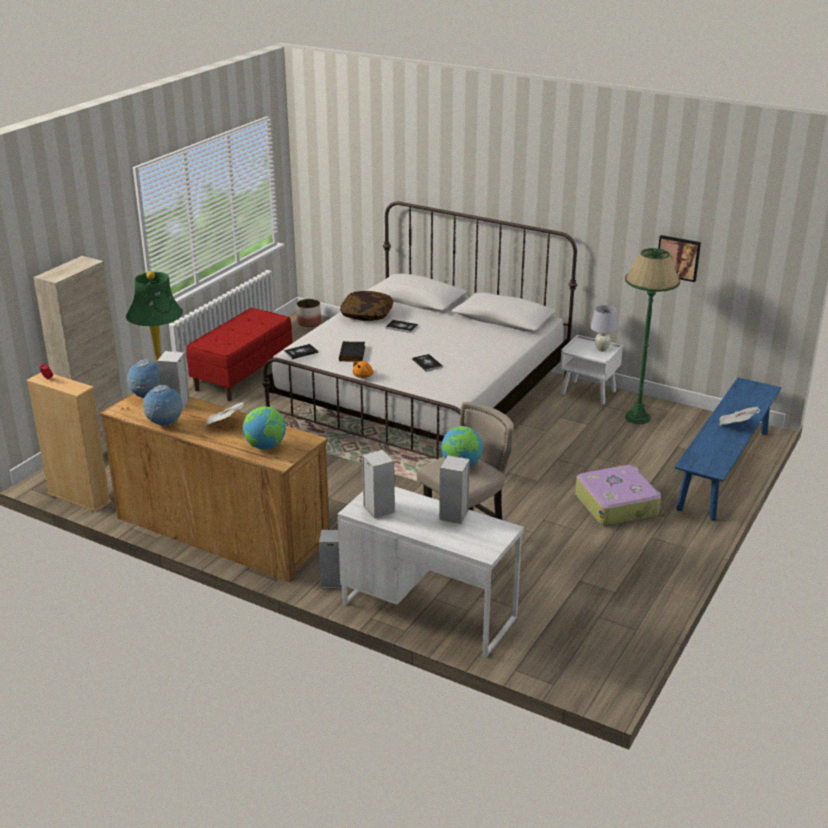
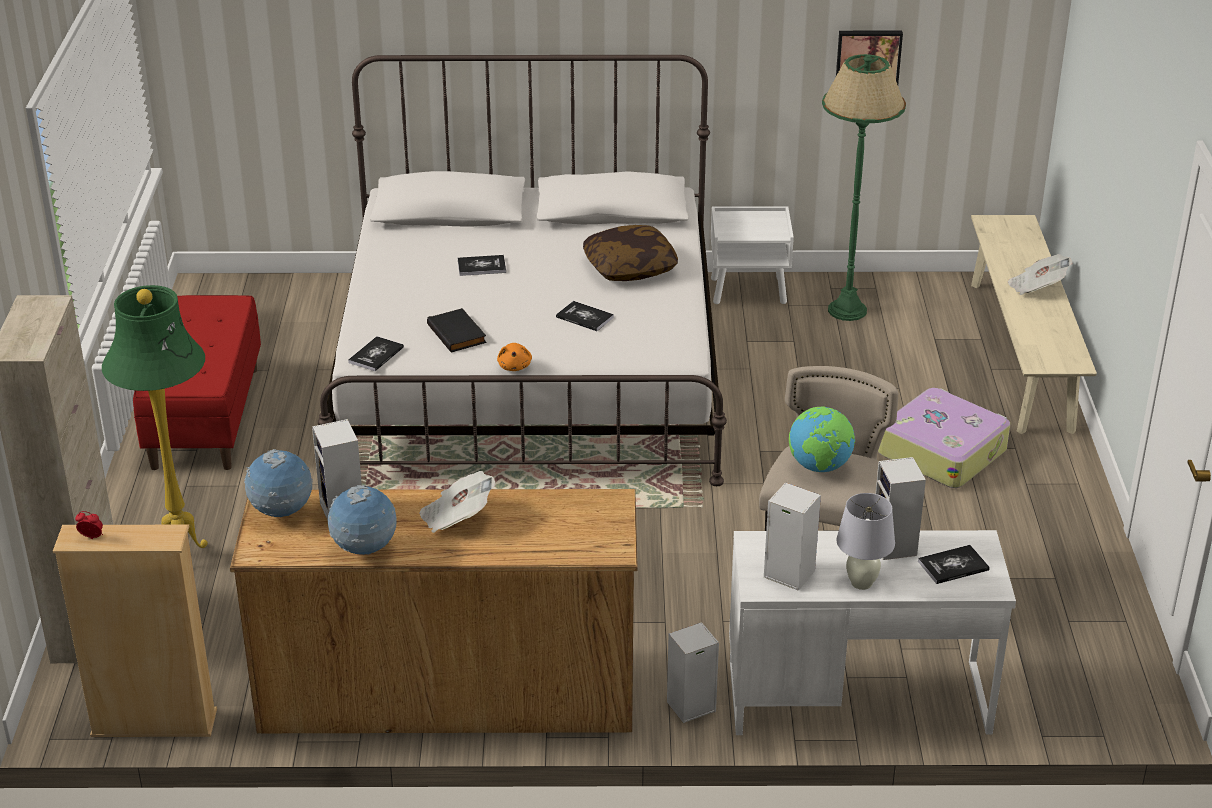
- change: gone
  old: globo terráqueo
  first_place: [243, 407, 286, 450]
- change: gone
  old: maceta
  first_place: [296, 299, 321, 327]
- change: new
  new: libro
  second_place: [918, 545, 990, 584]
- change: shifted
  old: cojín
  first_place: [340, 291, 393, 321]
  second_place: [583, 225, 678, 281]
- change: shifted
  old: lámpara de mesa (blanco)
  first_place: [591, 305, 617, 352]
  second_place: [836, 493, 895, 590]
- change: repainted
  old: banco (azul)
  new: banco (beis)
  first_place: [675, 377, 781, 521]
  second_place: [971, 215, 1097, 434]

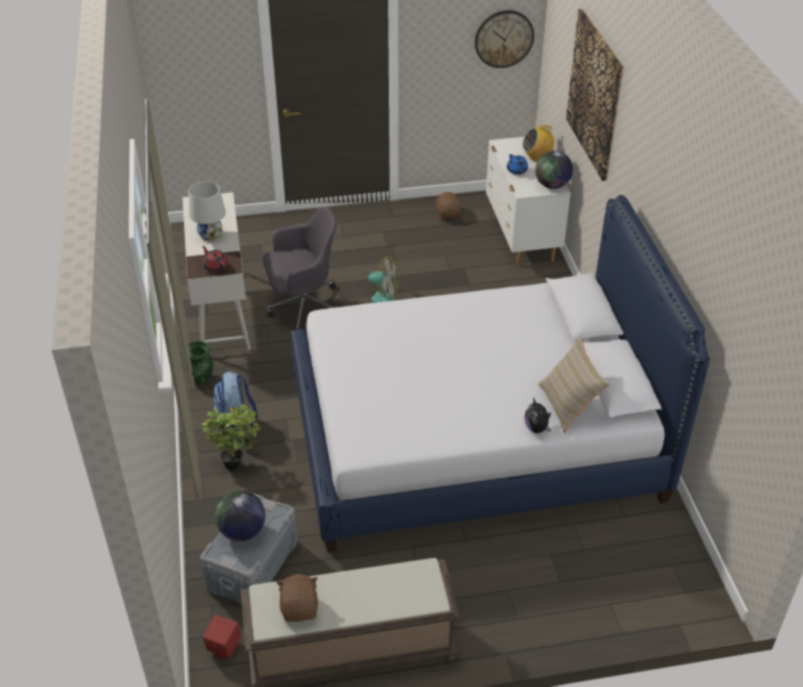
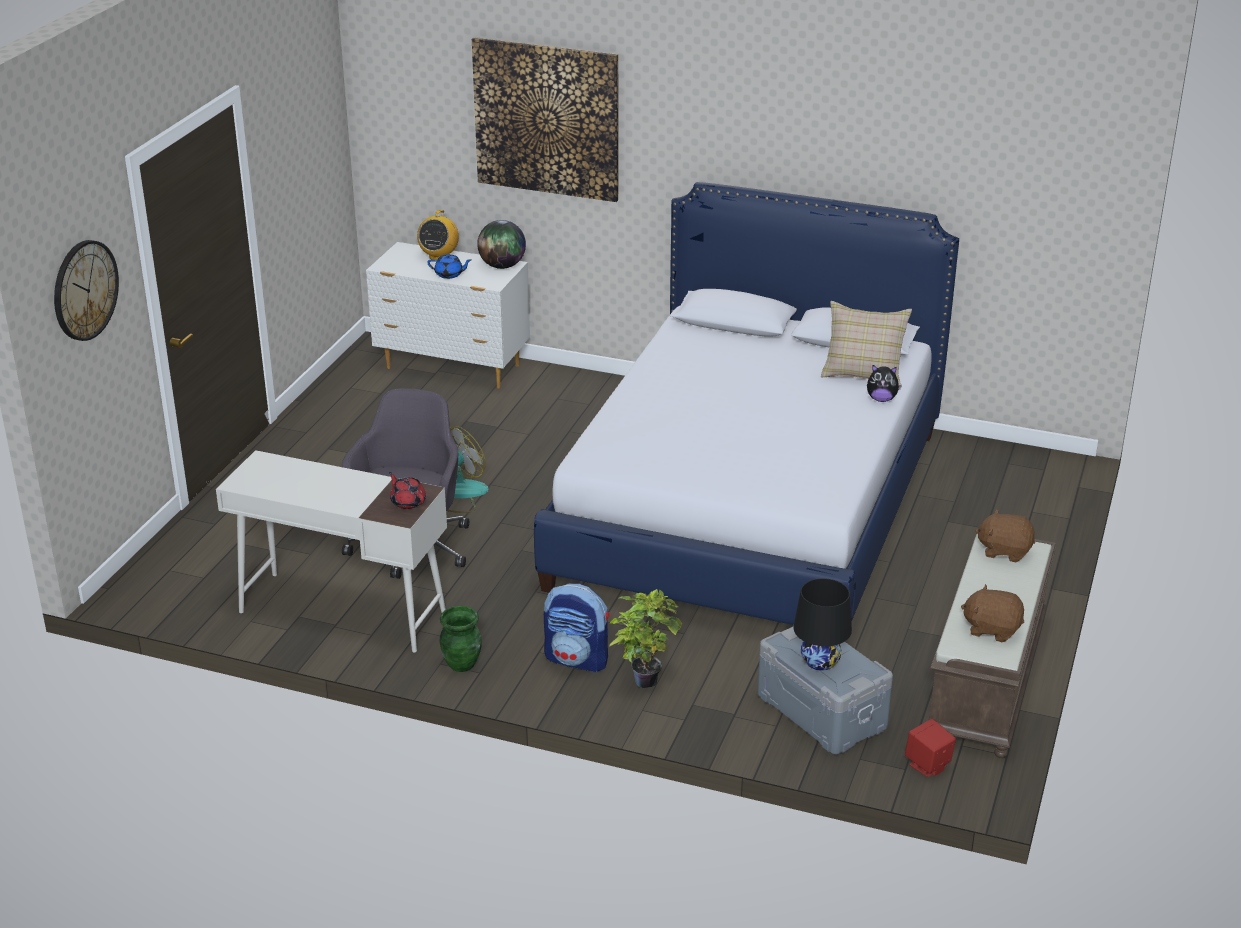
- change: gone
  old: lámpara de mesa (blanco)
  first_place: [189, 182, 226, 240]
- change: shifted
  old: peluche (marrón)
  first_place: [434, 192, 461, 220]
  second_place: [975, 509, 1035, 562]
- change: shifted
  old: reloj de pared
  first_place: [475, 10, 534, 68]
  second_place: [54, 240, 119, 341]
- change: swapped
  old: globo terráqueo
  new: lámpara de mesa (negro)
  first_place: [215, 491, 265, 541]
  second_place: [793, 578, 852, 671]
- change: rotated
  old: tetera (rojo)
  first_place: [203, 246, 228, 272]
  second_place: [389, 472, 426, 509]
  degrees: 60

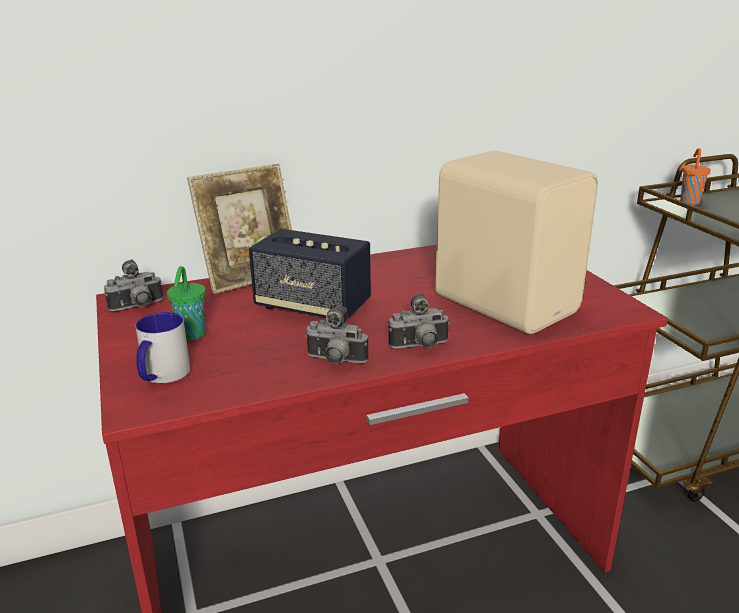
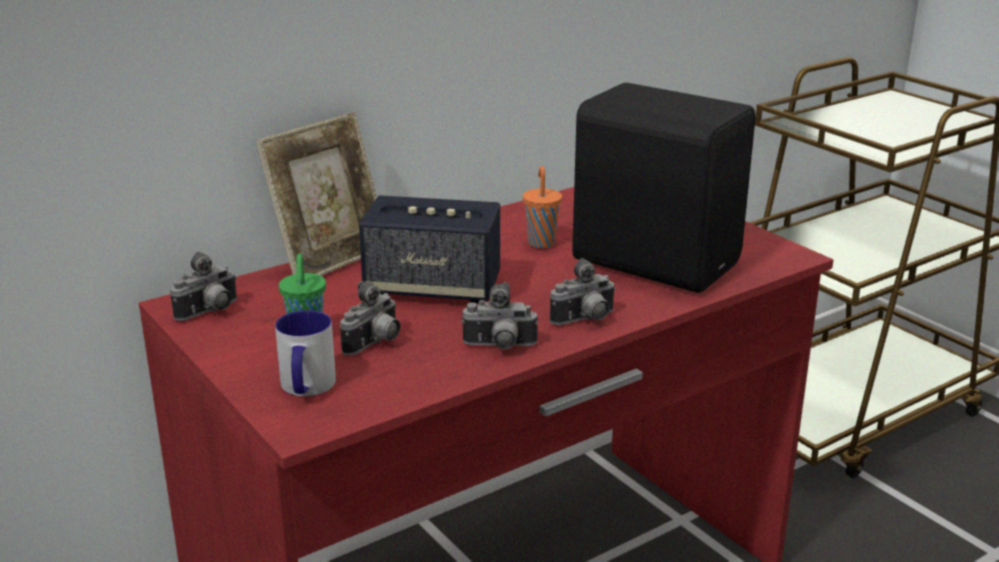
- change: new
  new: cámara
  second_place: [340, 281, 400, 355]
- change: shifted
  old: taza (naranja)
  first_place: [680, 148, 711, 205]
  second_place: [523, 166, 562, 248]
- change: repainted
  old: altavoz (beis)
  new: altavoz (negro)
  first_place: [435, 151, 598, 334]
  second_place: [572, 83, 755, 293]

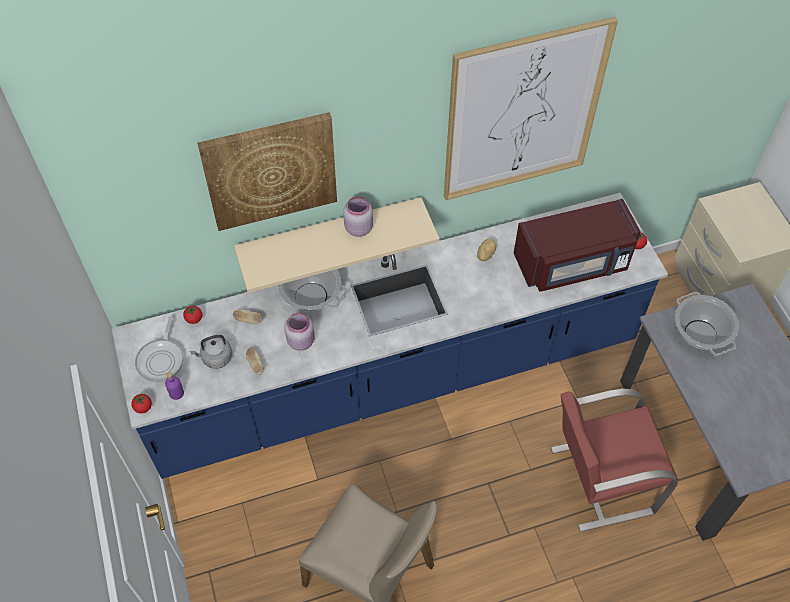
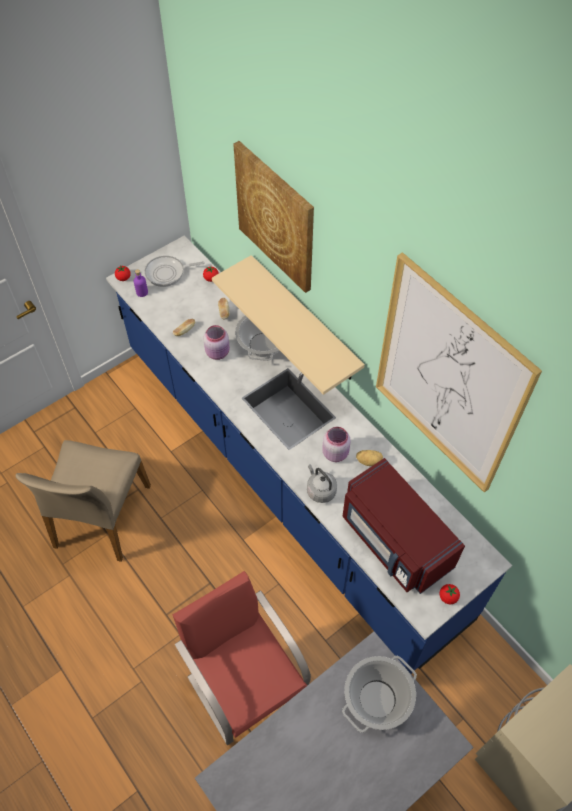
- change: shifted
  old: hervidor (gris)
  first_place: [190, 335, 232, 369]
  second_place: [307, 464, 337, 503]
- change: shifted
  old: tarro (rosa)
  first_place: [343, 196, 373, 237]
  second_place: [322, 427, 351, 462]

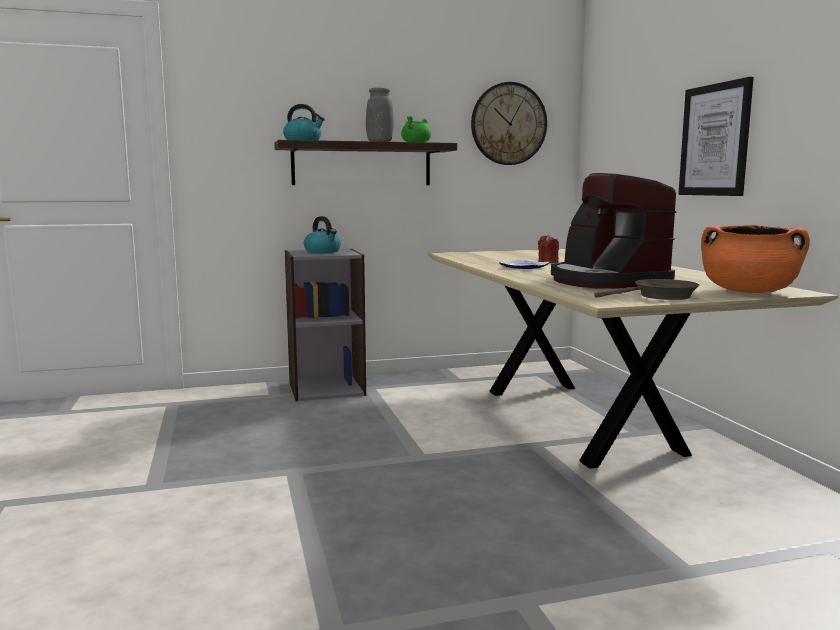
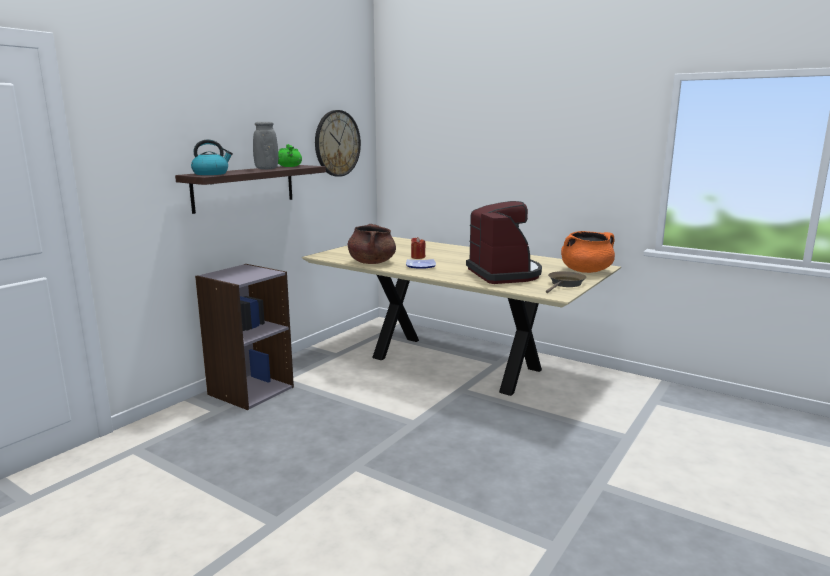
- change: gone
  old: hervidor
  first_place: [304, 216, 341, 253]
- change: gone
  old: cuadro
  first_place: [678, 77, 754, 196]
- change: new
  new: olla (marrón)
  second_place: [348, 224, 396, 264]
- change: rotated
  old: cafetera
  first_place: [551, 173, 676, 289]
  second_place: [466, 201, 542, 284]
  degrees: -135

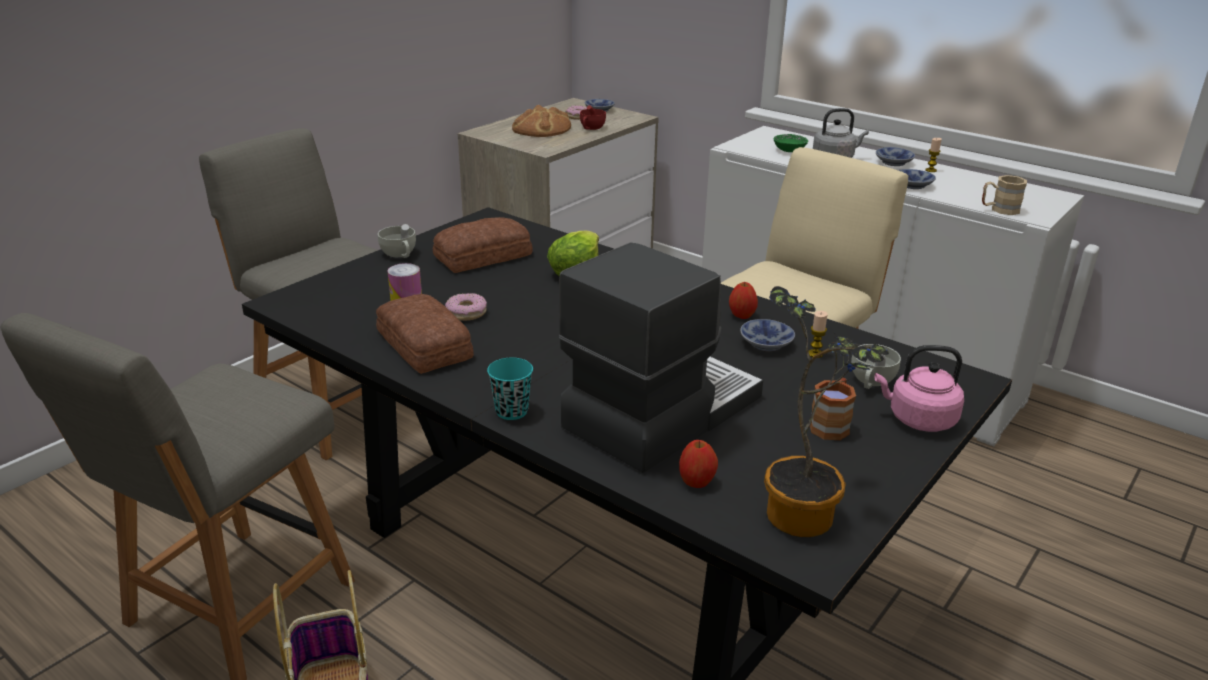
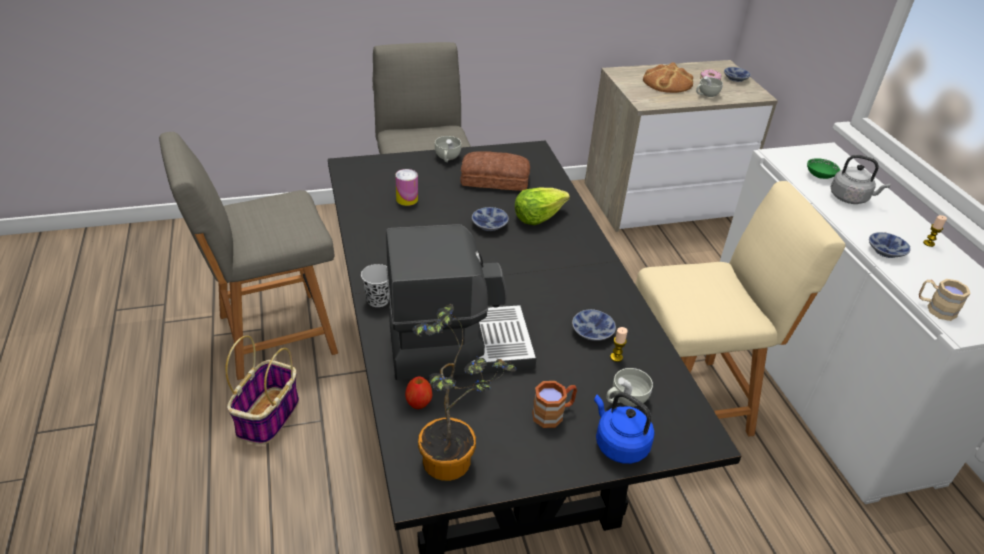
- change: gone
  old: pan
  first_place: [376, 294, 474, 374]
- change: gone
  old: rosquilla
  first_place: [445, 293, 487, 321]
- change: gone
  old: manzana
  first_place: [729, 282, 758, 319]
- change: shifted
  old: cuenco
  first_place: [876, 147, 915, 166]
  second_place: [472, 207, 509, 231]
- change: repainted
  old: taza (turquesa)
  new: taza (negro)
  first_place: [487, 358, 533, 420]
  second_place: [361, 264, 389, 307]
- change: repainted
  old: taza (rojo)
  new: taza (blanco)
  first_place: [580, 105, 606, 130]
  second_place: [696, 76, 723, 97]
- change: repainted
  old: hervidor (rosa)
  new: hervidor (azul)
  first_place: [875, 345, 964, 432]
  second_place: [594, 392, 655, 464]

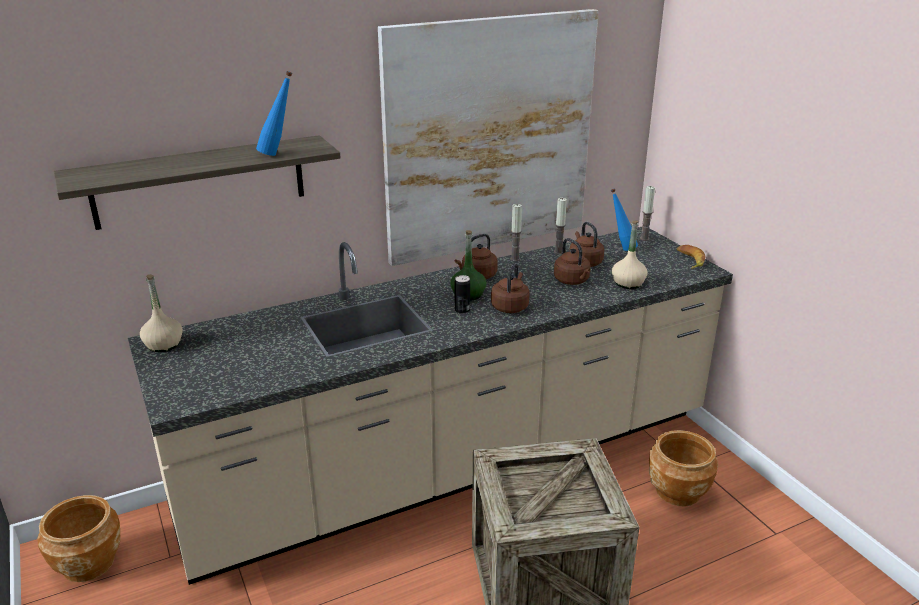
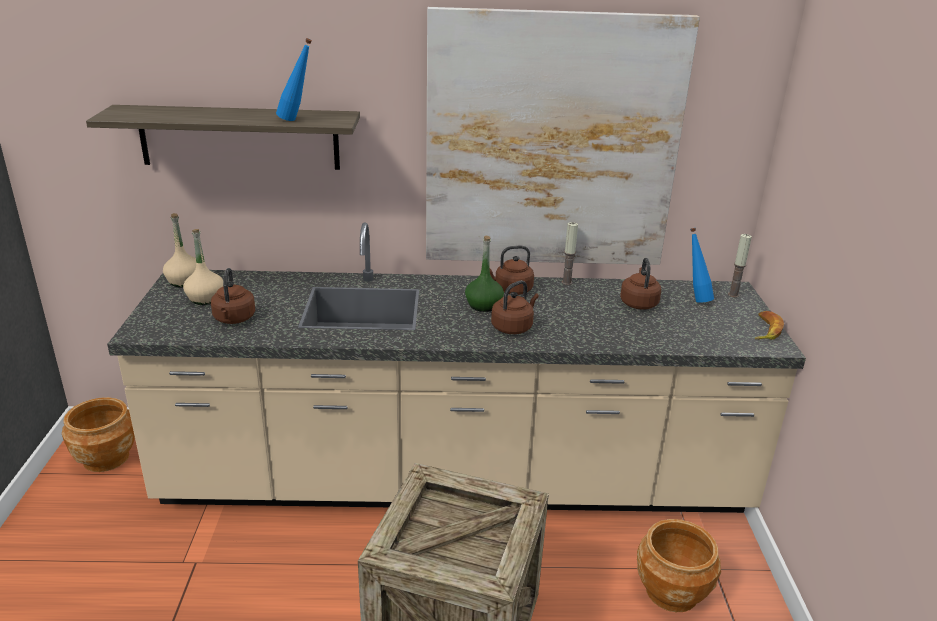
- change: gone
  old: lata
  first_place: [455, 275, 470, 314]
- change: gone
  old: vela
  first_place: [554, 198, 567, 254]
- change: shifted
  old: hervidor (marrón)
  first_place: [554, 238, 591, 285]
  second_place: [211, 268, 255, 324]
- change: shifted
  old: botella (beis)
  first_place: [612, 221, 648, 289]
  second_place: [183, 229, 223, 305]

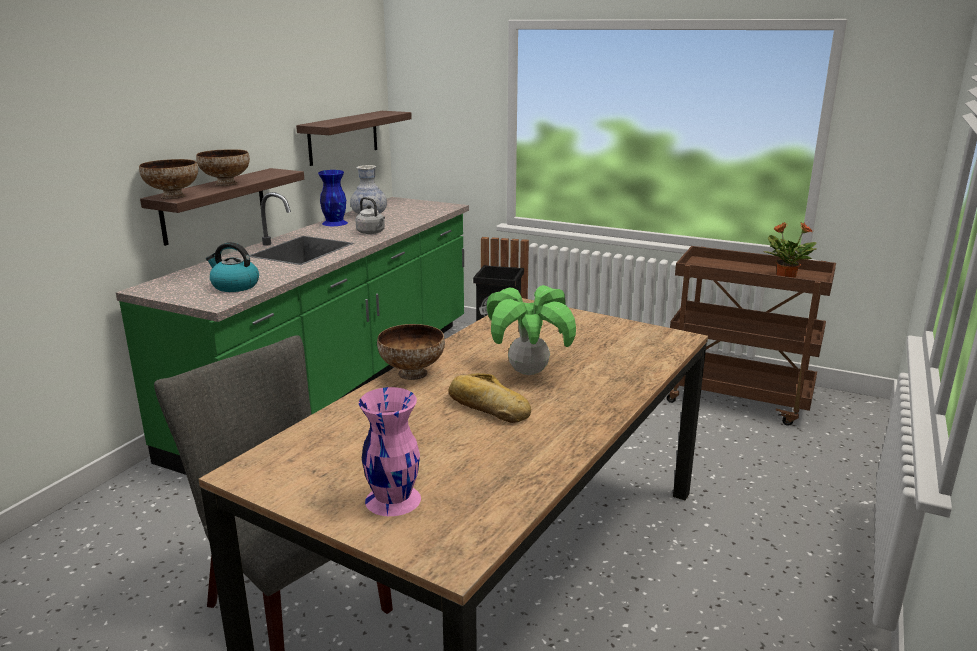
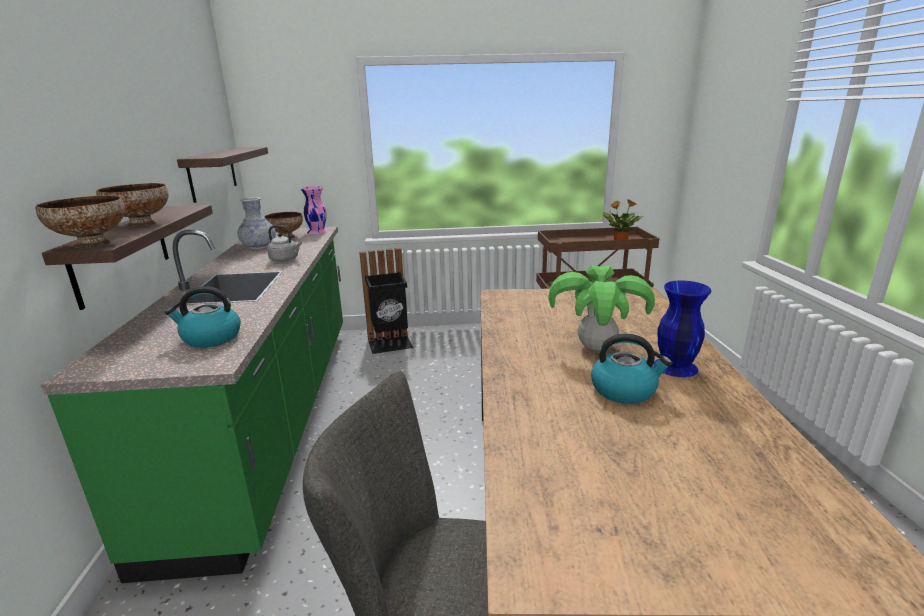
- change: shifted
  old: florero (azul)
  first_place: [318, 170, 348, 226]
  second_place: [654, 281, 711, 377]
- change: shifted
  old: florero (rosa)
  first_place: [359, 387, 421, 516]
  second_place: [301, 186, 328, 234]
- change: shifted
  old: cuenco
  first_place: [377, 324, 445, 380]
  second_place: [264, 212, 303, 238]
- change: swapped
  old: pan
  new: hervidor
  first_place: [448, 373, 531, 423]
  second_place: [591, 334, 672, 404]

